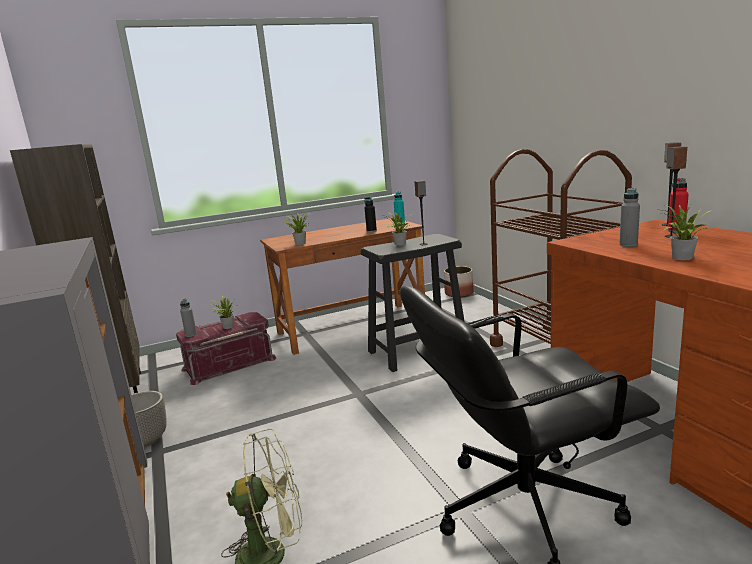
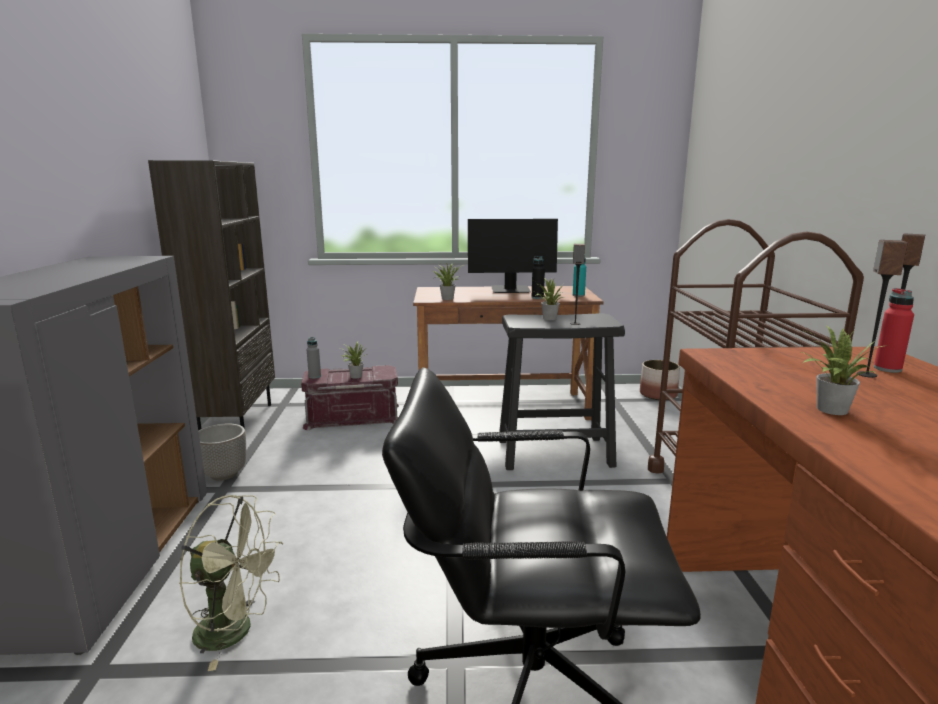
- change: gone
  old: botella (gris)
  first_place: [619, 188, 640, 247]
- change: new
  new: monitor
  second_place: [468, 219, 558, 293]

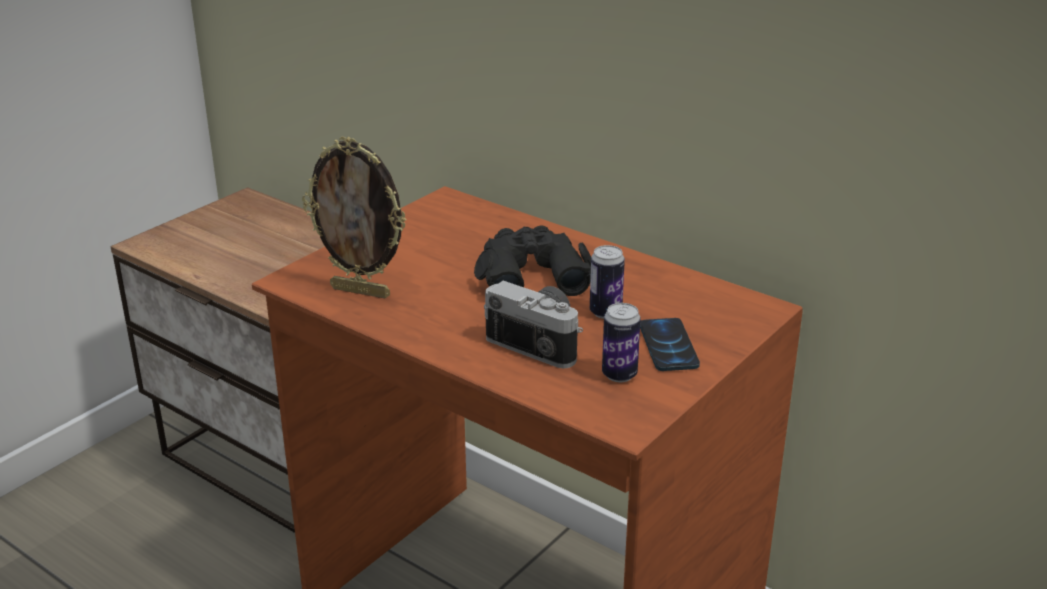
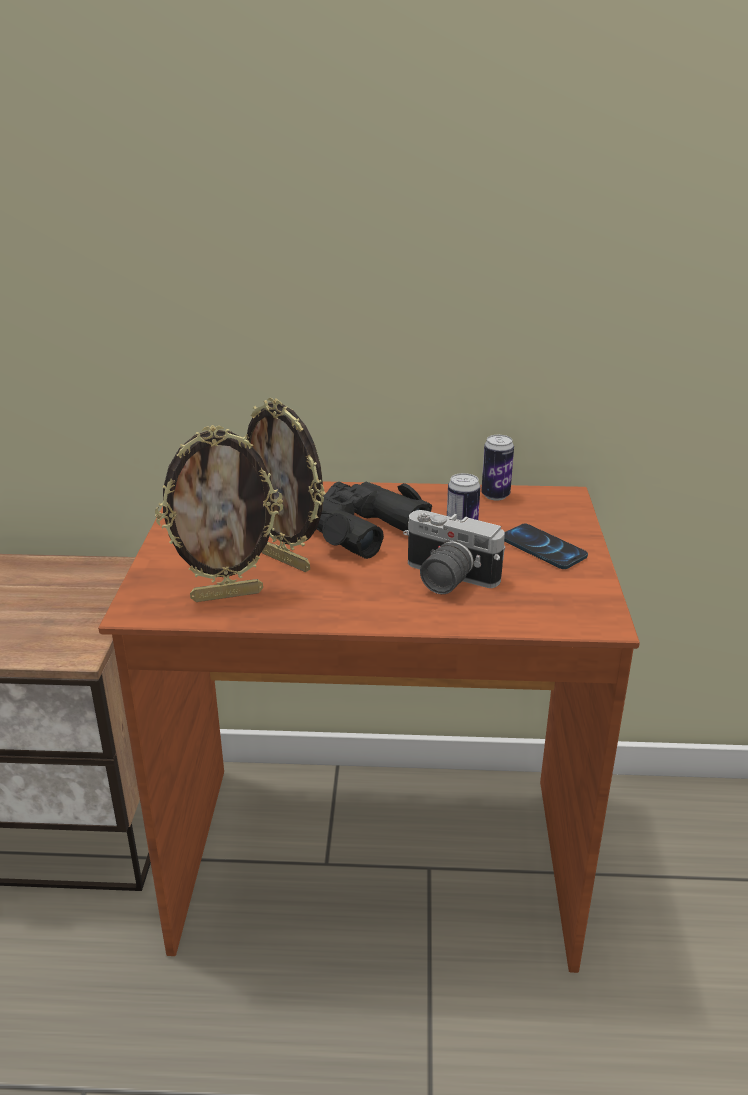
- change: new
  new: portarretratos
  second_place: [245, 398, 326, 572]
- change: shifted
  old: lata
  first_place: [602, 303, 641, 382]
  second_place: [481, 435, 514, 501]
- change: rotated
  old: cámara
  first_place: [484, 281, 583, 369]
  second_place: [403, 510, 505, 594]
  degrees: -150

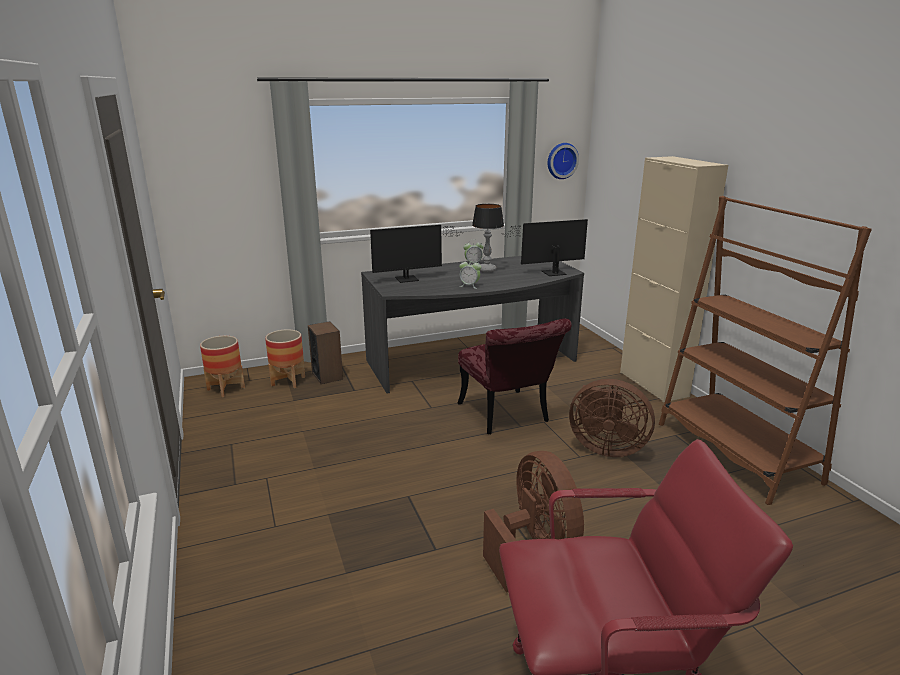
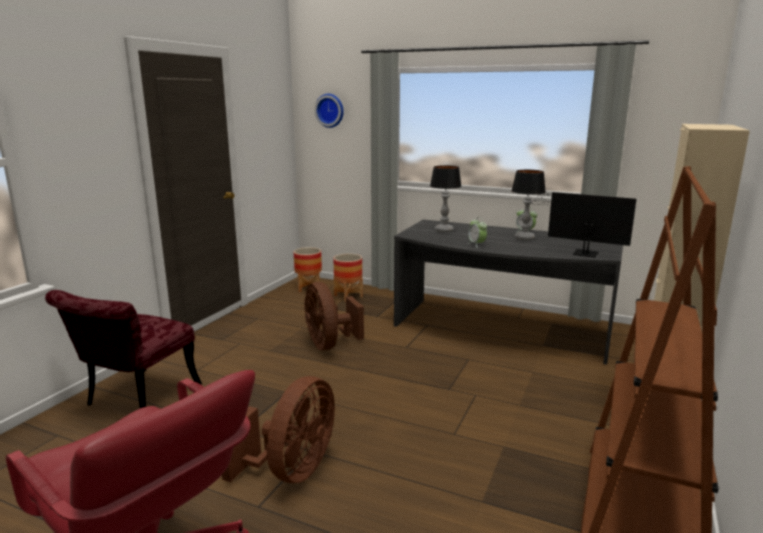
- change: gone
  old: altavoz
  first_place: [308, 321, 343, 384]
- change: shifted
  old: silla (rojo)
  first_place: [458, 318, 572, 434]
  second_place: [45, 290, 202, 408]
- change: shifted
  old: reloj de pared
  first_place: [548, 143, 579, 179]
  second_place: [315, 94, 344, 128]
- change: shifted
  old: ventilador (marrón)
  first_place: [569, 379, 655, 457]
  second_place: [304, 282, 364, 350]
- change: swapped
  old: monitor
  new: lámpara de mesa
  first_place: [370, 225, 460, 283]
  second_place: [430, 165, 462, 232]

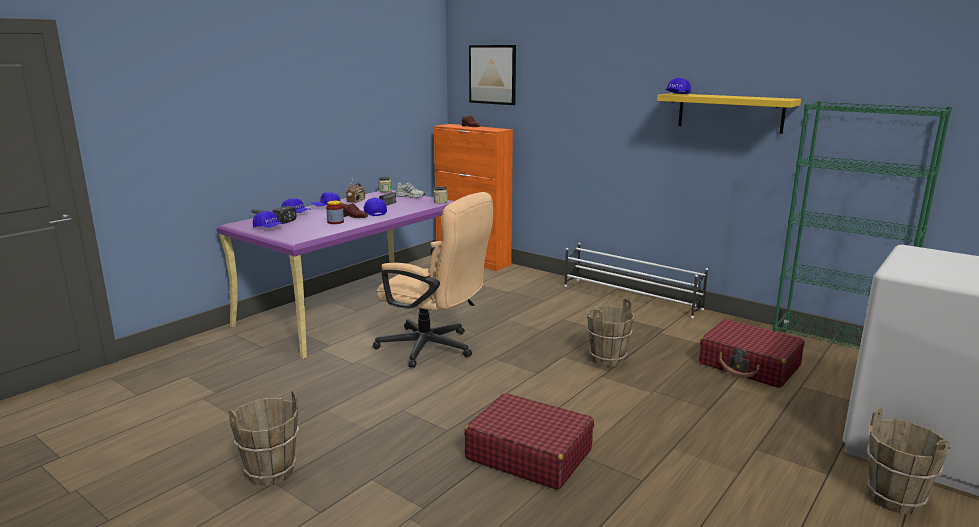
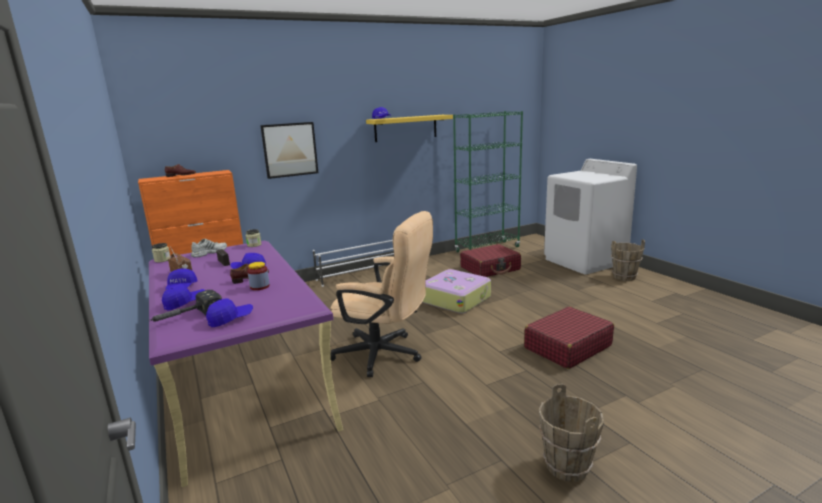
- change: shifted
  old: cuadro
  first_place: [469, 45, 516, 105]
  second_place: [260, 122, 318, 179]
- change: swapped
  old: cubo (marrón)
  new: maleta
  first_place: [587, 298, 635, 367]
  second_place: [423, 269, 491, 314]
- change: rotated
  old: silla de oficina (beis)
  first_place: [373, 192, 493, 368]
  second_place: [330, 211, 433, 377]
  degrees: 60

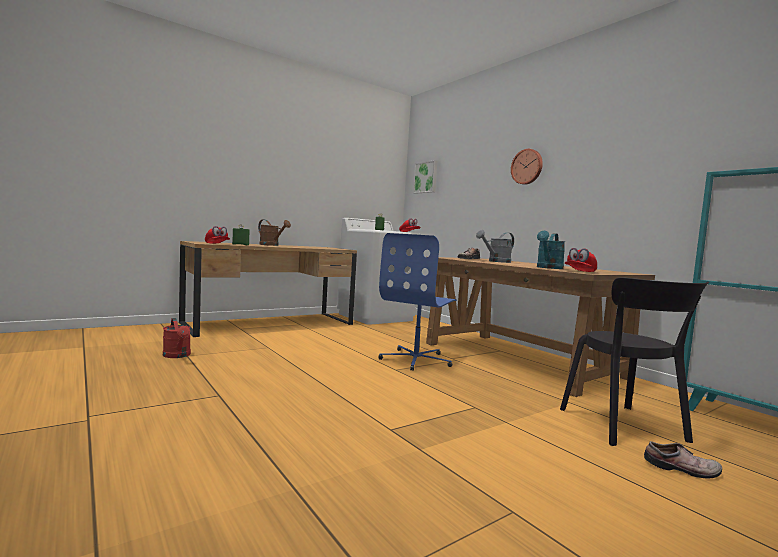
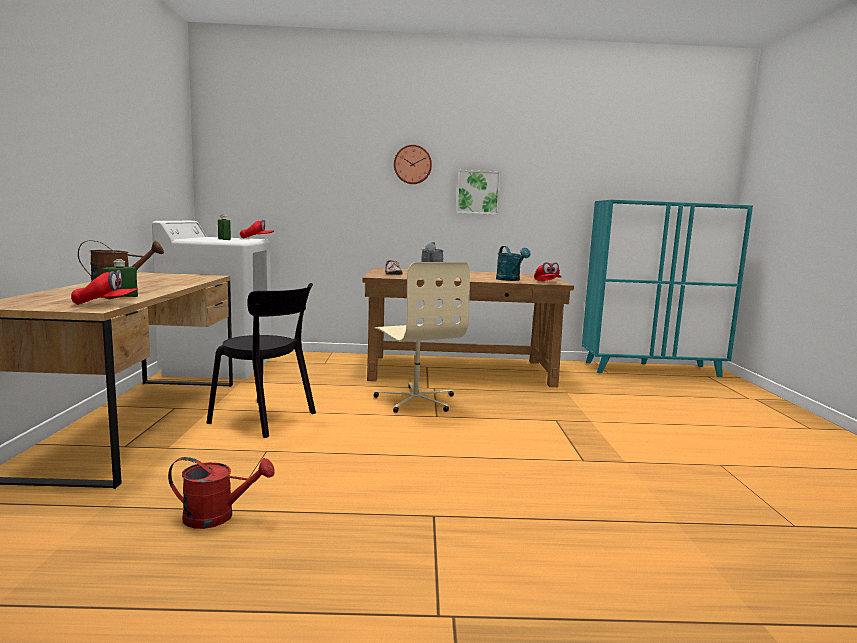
- change: gone
  old: zapato
  first_place: [644, 441, 722, 478]
- change: shifted
  old: cuadro
  first_place: [413, 160, 437, 194]
  second_place: [456, 170, 501, 215]
- change: shifted
  old: silla (negro)
  first_place: [560, 277, 709, 446]
  second_place: [207, 283, 316, 438]
- change: repainted
  old: silla de oficina (azul)
  new: silla de oficina (beis)
  first_place: [379, 233, 457, 371]
  second_place: [374, 262, 470, 413]

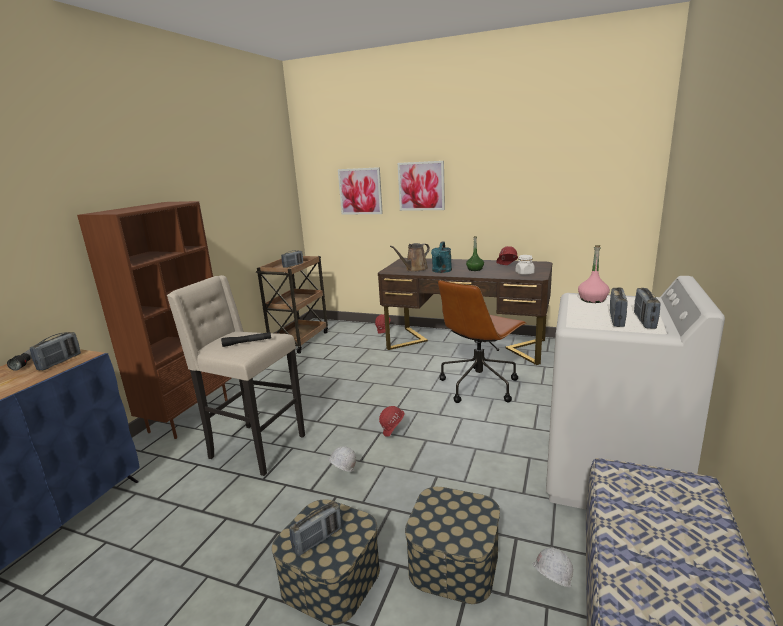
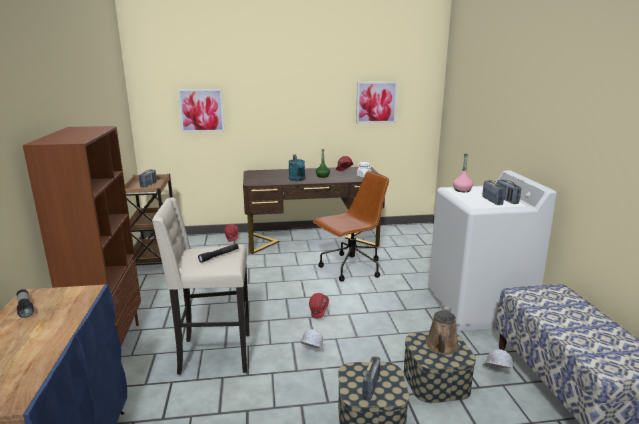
- change: gone
  old: radio
  first_place: [30, 332, 81, 370]
- change: shifted
  old: regadera (marrón)
  first_place: [390, 243, 430, 272]
  second_place: [426, 306, 459, 355]
- change: shifted
  old: cuadro
  first_place: [398, 161, 445, 211]
  second_place: [356, 82, 398, 123]
- change: rotated
  old: silla de oficina (marrón)
  first_place: [438, 280, 526, 403]
  second_place: [313, 171, 389, 282]
  degrees: -135

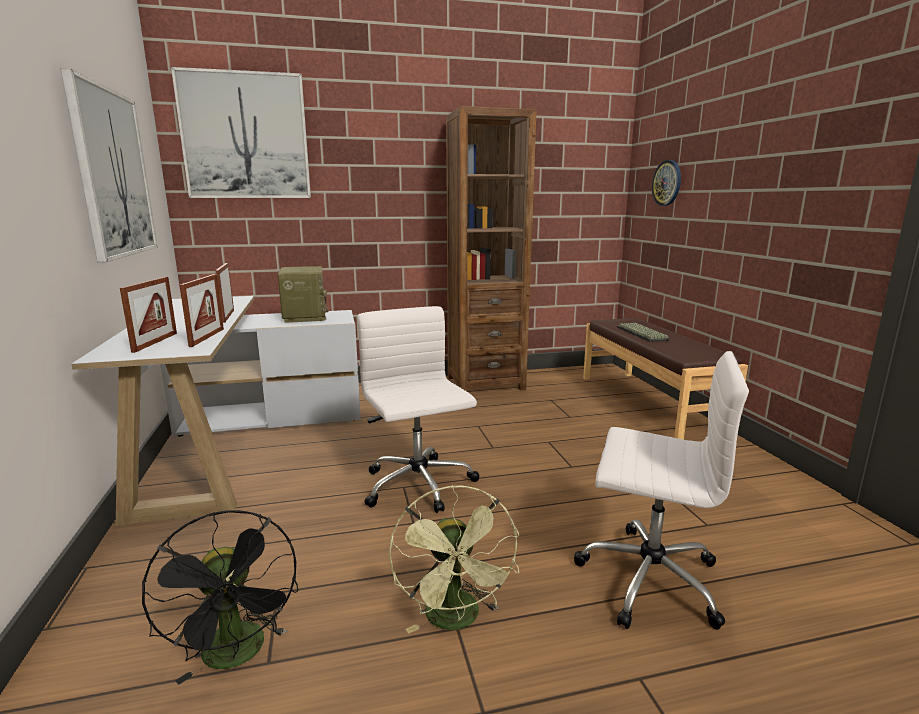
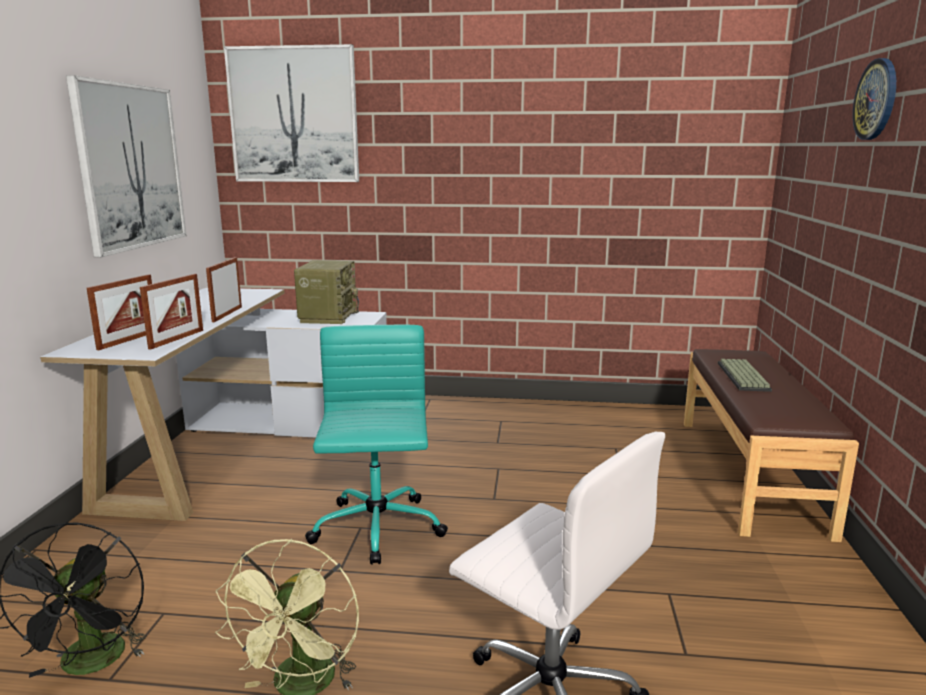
- change: gone
  old: estantería (marrón)
  first_place: [446, 106, 537, 391]
- change: shifted
  old: reloj de pared
  first_place: [652, 160, 681, 206]
  second_place: [853, 58, 896, 140]
- change: repainted
  old: silla de oficina (blanco)
  new: silla de oficina (turquesa)
  first_place: [357, 306, 480, 513]
  second_place: [305, 325, 448, 565]

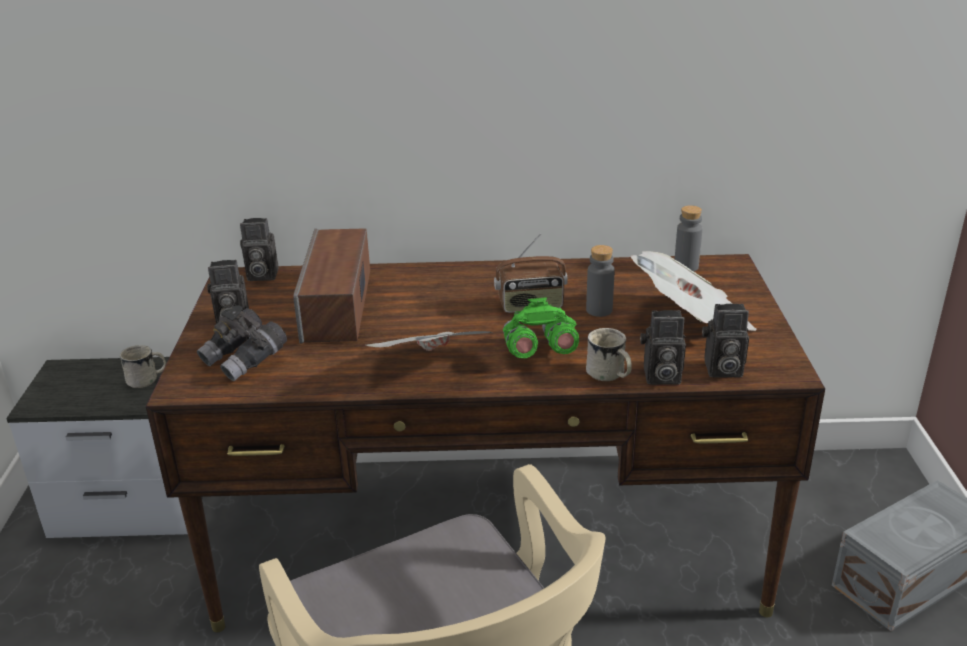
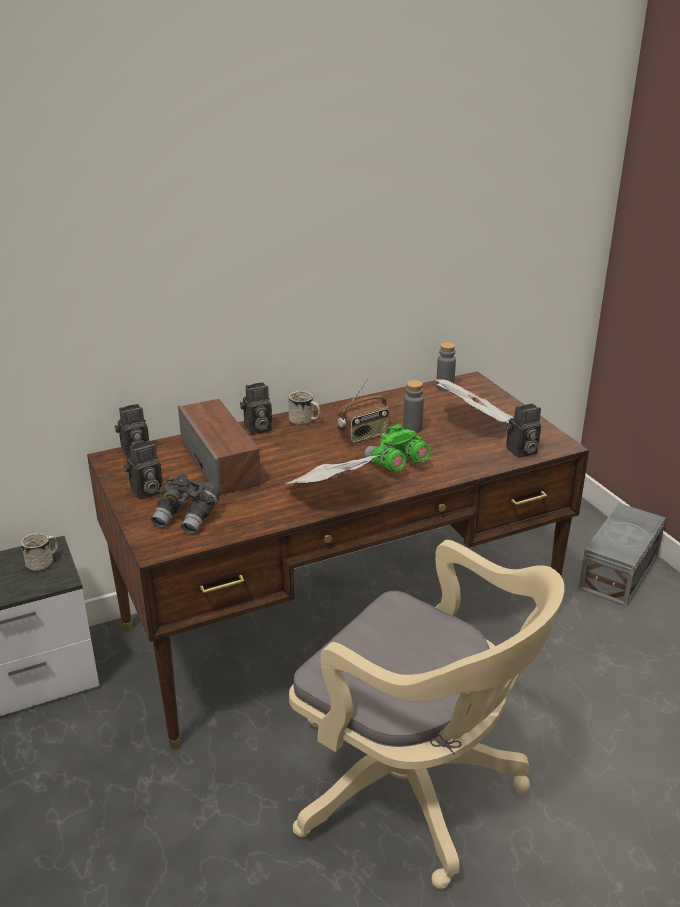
- change: shifted
  old: taza grande (blanco)
  first_place: [586, 328, 632, 381]
  second_place: [288, 391, 321, 425]
- change: shifted
  old: cámara
  first_place: [640, 310, 686, 385]
  second_place: [240, 382, 272, 435]

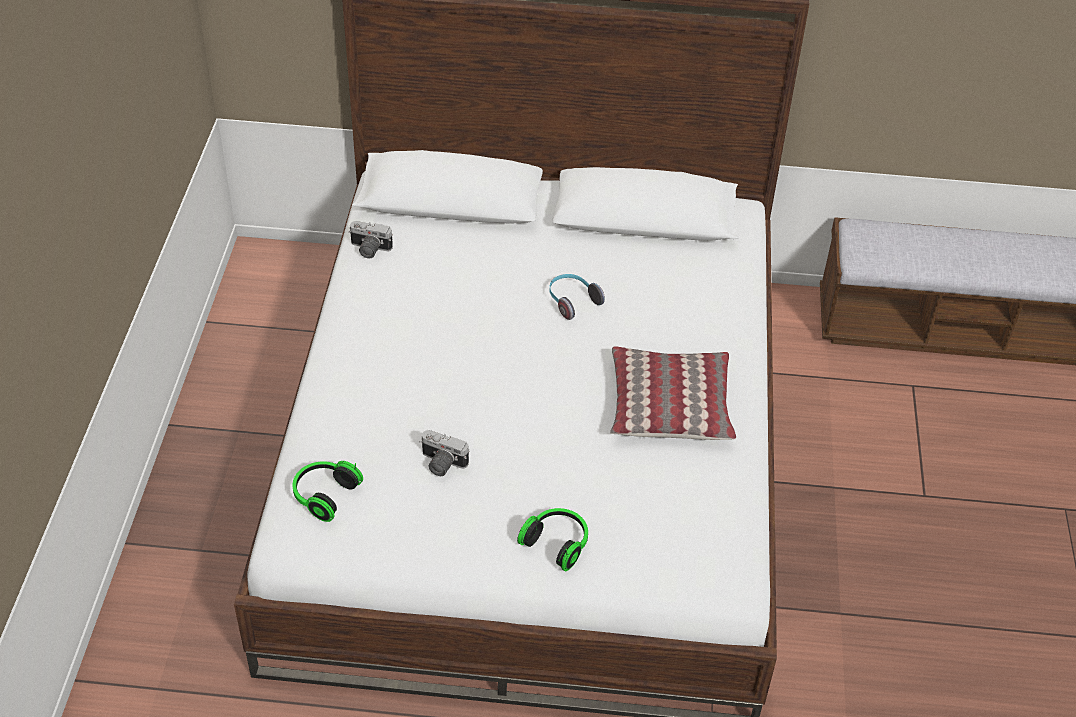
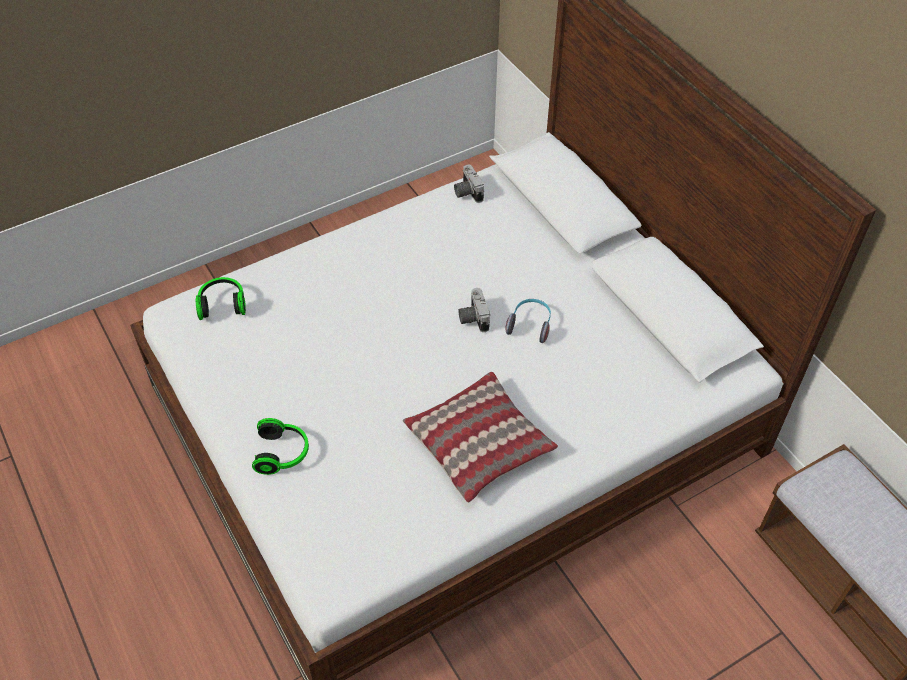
- change: shifted
  old: cámara
  first_place: [419, 430, 469, 476]
  second_place: [459, 288, 490, 332]

